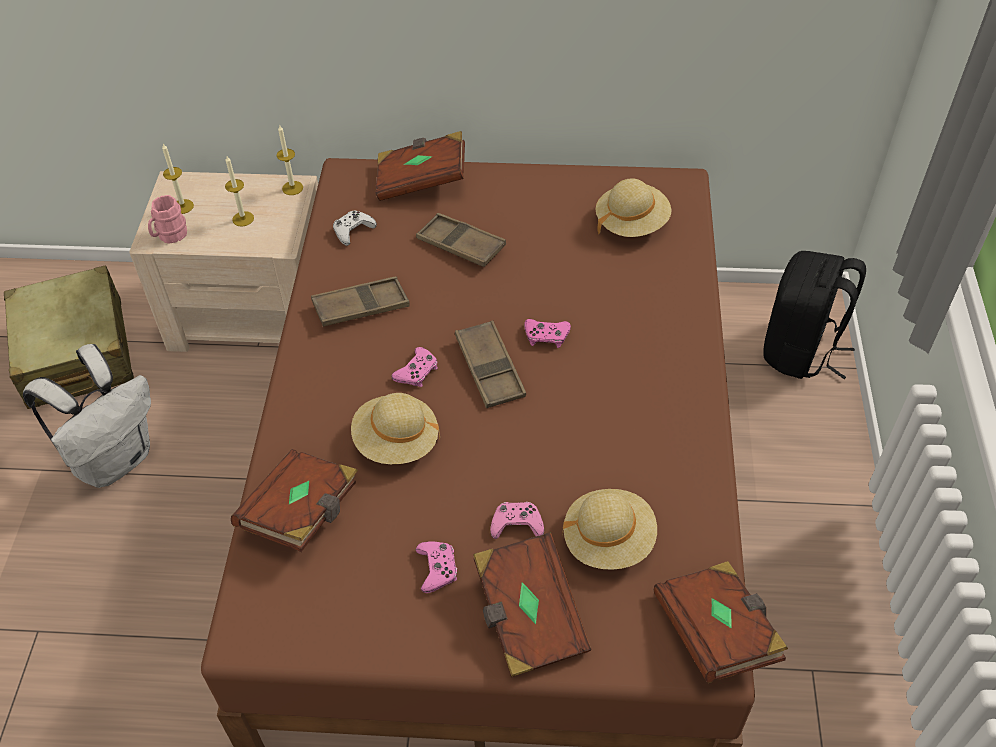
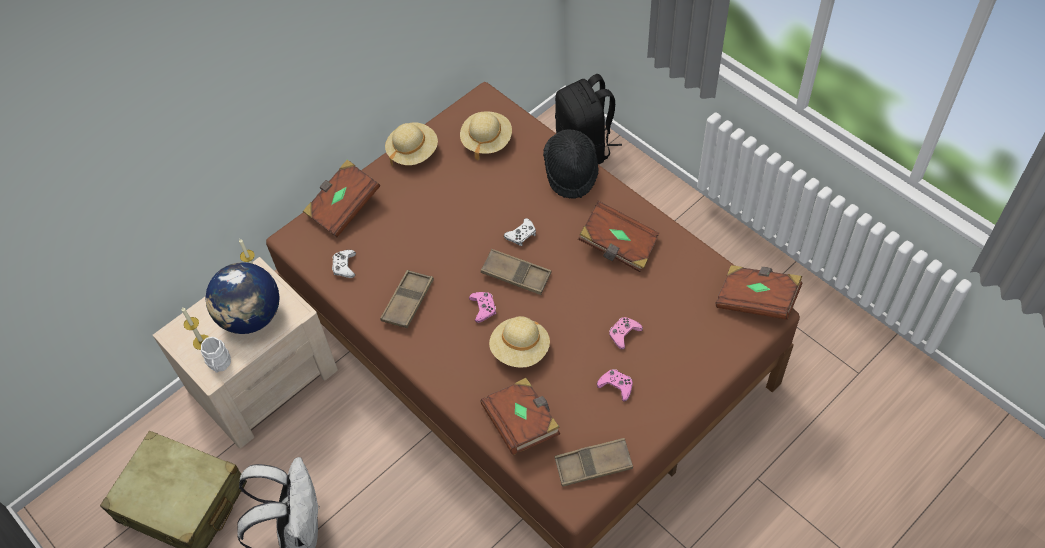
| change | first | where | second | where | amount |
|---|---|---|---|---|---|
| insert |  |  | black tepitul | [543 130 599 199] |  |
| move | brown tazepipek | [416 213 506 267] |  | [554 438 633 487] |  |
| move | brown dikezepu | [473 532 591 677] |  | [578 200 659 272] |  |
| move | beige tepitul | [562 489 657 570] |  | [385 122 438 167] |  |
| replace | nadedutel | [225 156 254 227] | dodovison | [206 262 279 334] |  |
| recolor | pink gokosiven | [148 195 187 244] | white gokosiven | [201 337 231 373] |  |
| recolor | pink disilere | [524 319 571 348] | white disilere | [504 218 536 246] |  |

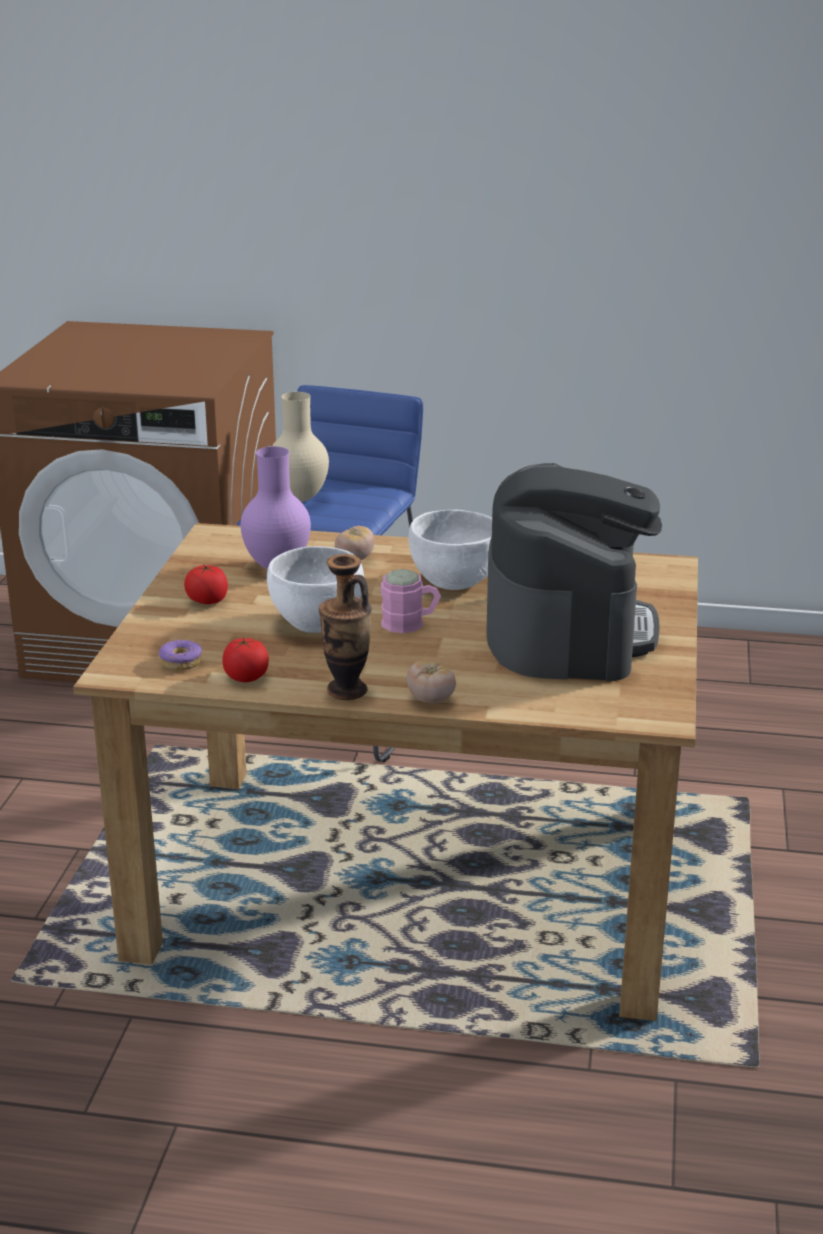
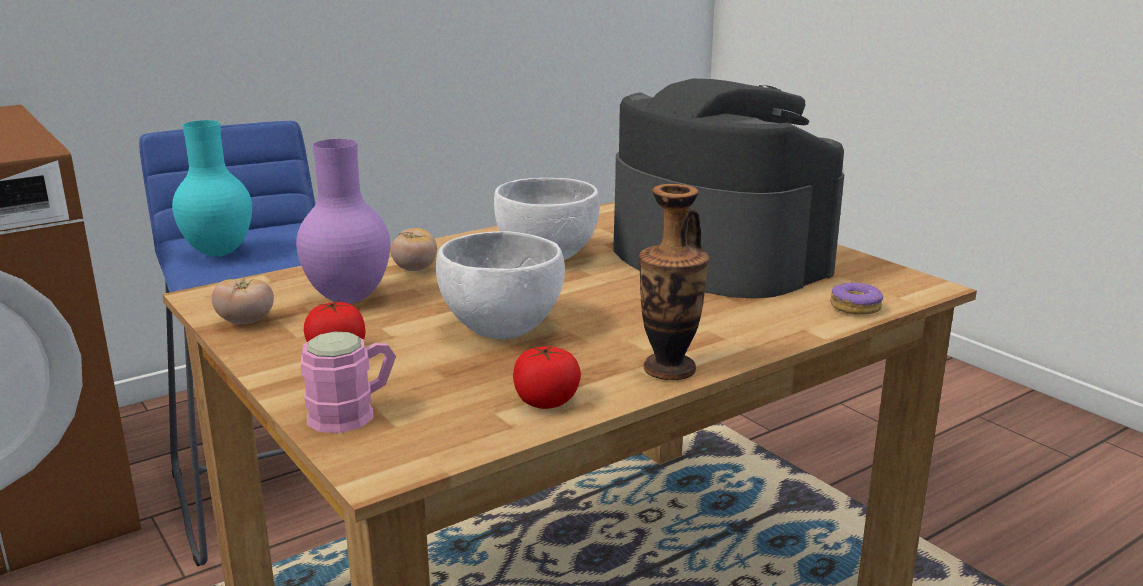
| change | first | where | second | where | amount |
|---|---|---|---|---|---|
| move | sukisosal | [159 640 202 670] |  | [830 281 883 315] |  |
| move | pink gokosiven | [381 569 441 633] |  | [301 332 396 433] |  |
| move | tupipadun | [407 661 456 703] |  | [212 278 274 324] |  |
| recolor | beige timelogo | [272 392 329 502] | turquoise timelogo | [172 120 252 257] |  |

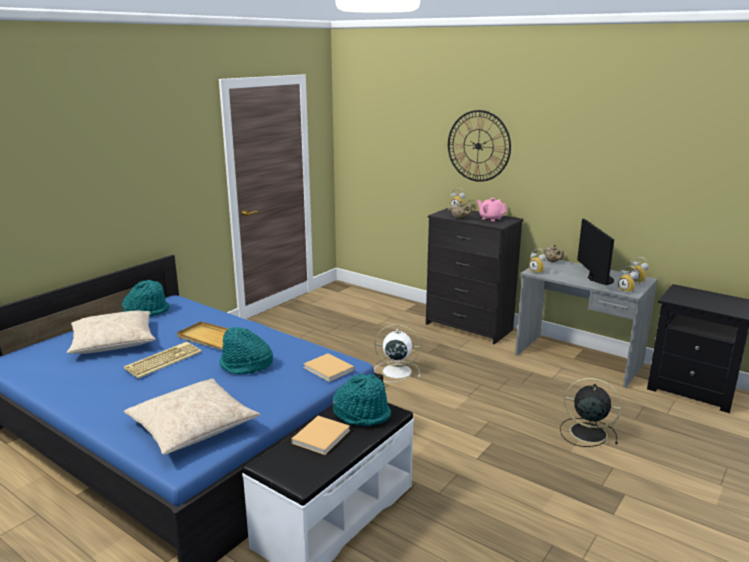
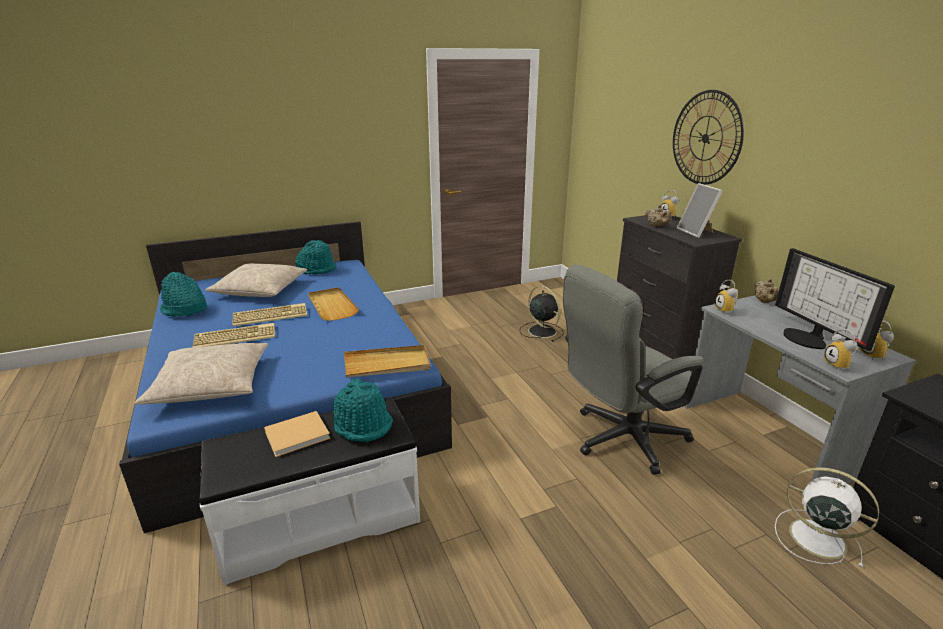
| change | first | where | second | where | amount |
|---|---|---|---|---|---|
| insert |  |  | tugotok | [193 323 275 347] |  |
| insert |  |  | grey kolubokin | [563 265 703 475] |  |
| move | turquoise tepitul | [219 327 273 374] |  | [160 272 207 317] |  |
| move | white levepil | [374 324 420 382] |  | [775 467 879 568] |  |
| move | black levepil | [560 378 622 447] |  | [520 286 564 342] |  |
| replace | beige dikezepu | [303 353 354 382] | beige tazepipek | [344 345 431 377] |  |
| replace | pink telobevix | [477 198 507 221] | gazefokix | [677 183 723 238] |  |
| rotate | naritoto | [577 219 614 285] |  | [775 248 895 351] | 135 degrees clockwise |

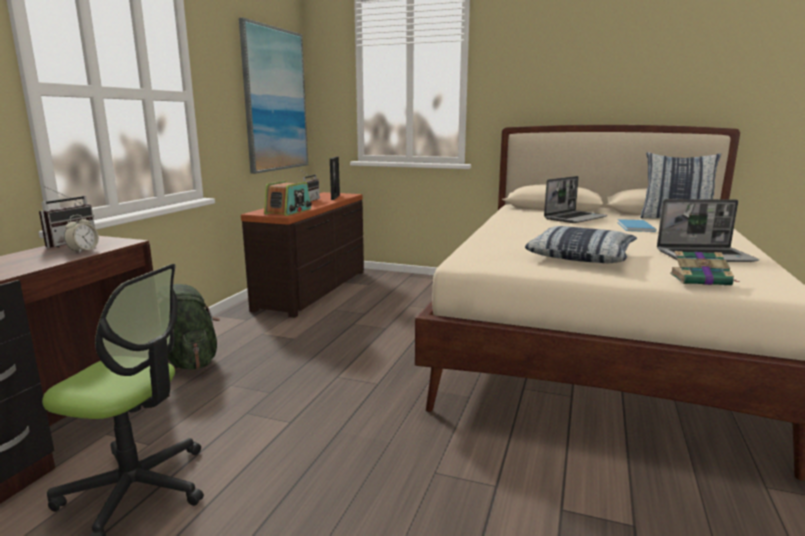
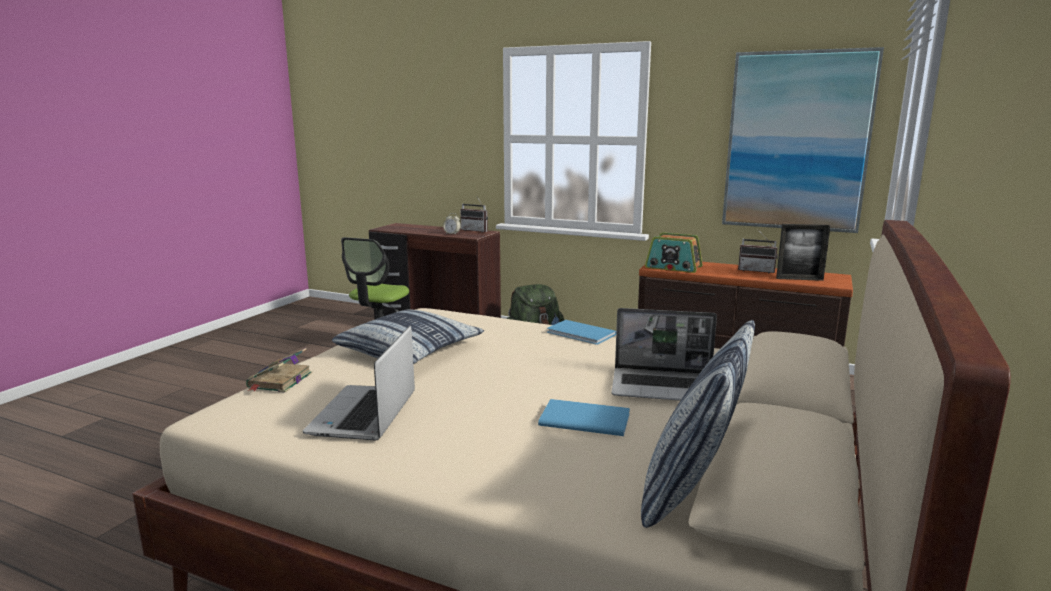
| change | first | where | second | where | amount |
|---|---|---|---|---|---|
| insert |  |  | blue dikezepu | [547 320 616 345] |  |
| rotate | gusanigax | [544 176 607 223] |  | [611 308 717 401] | 45 degrees counterclockwise |

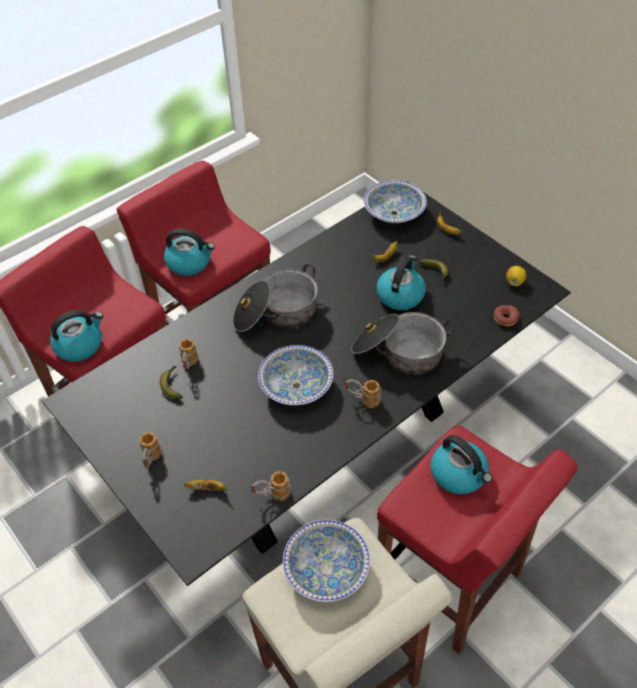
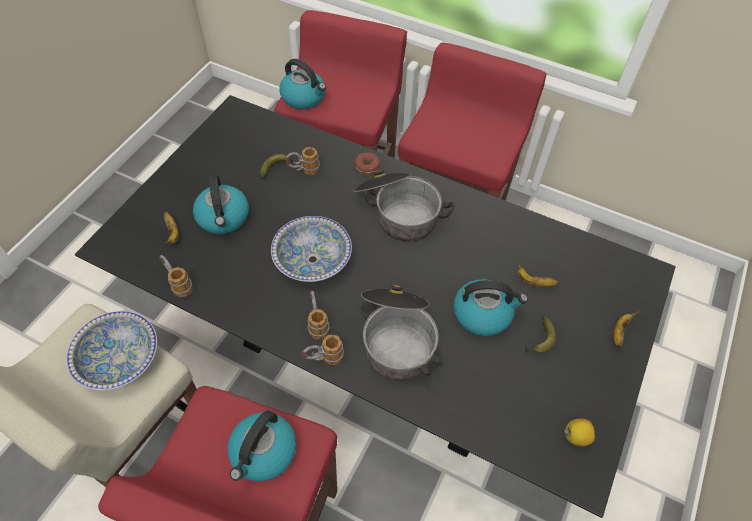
| change | first | where | second | where | amount |
|---|---|---|---|---|---|
| delete | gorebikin | [364 180 427 224] |  |  |  |
| move | gokosiven | [139 432 162 469] |  | [302 335 344 365] |  |
| move | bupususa | [164 229 215 276] |  | [193 174 249 234] |  |
| move | sukisosal | [494 305 519 326] |  | [354 152 380 174] |  |

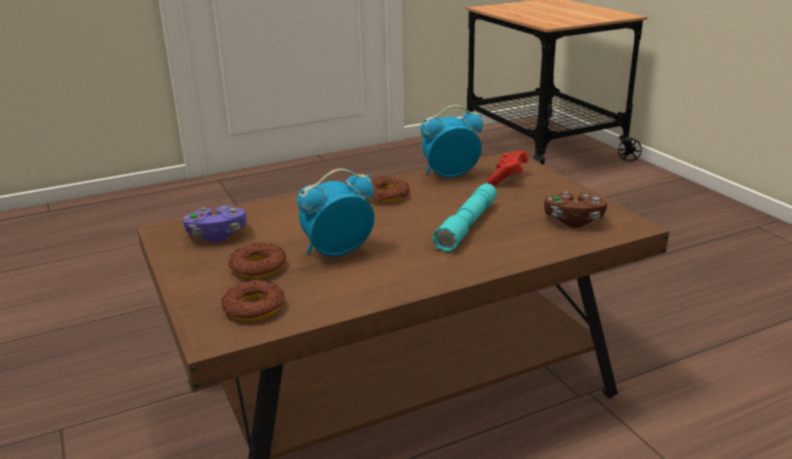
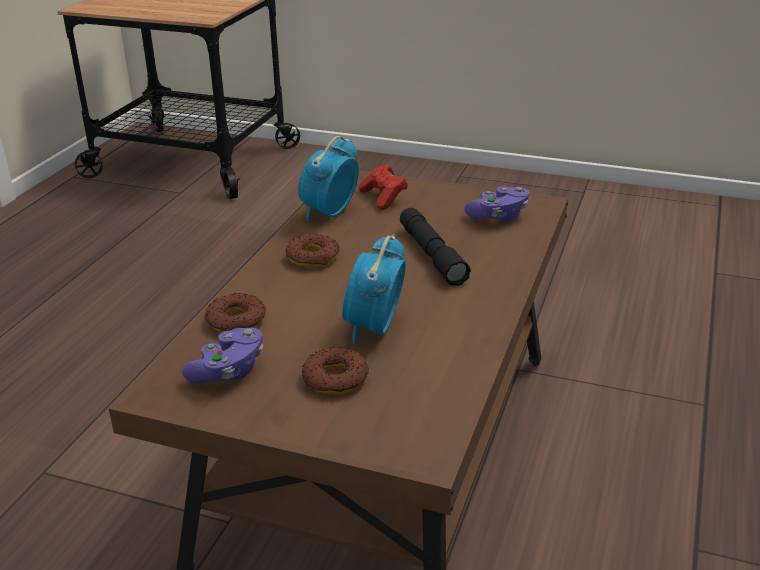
| change | first | where | second | where | amount |
|---|---|---|---|---|---|
| move | sukisosal | [221 280 285 321] |  | [205 293 266 332] |  |
| recolor | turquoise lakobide | [432 183 497 252] | black lakobide | [400 208 471 286] |  |
| recolor | brown disilere | [544 192 607 228] | purple disilere | [465 186 530 223] |  |

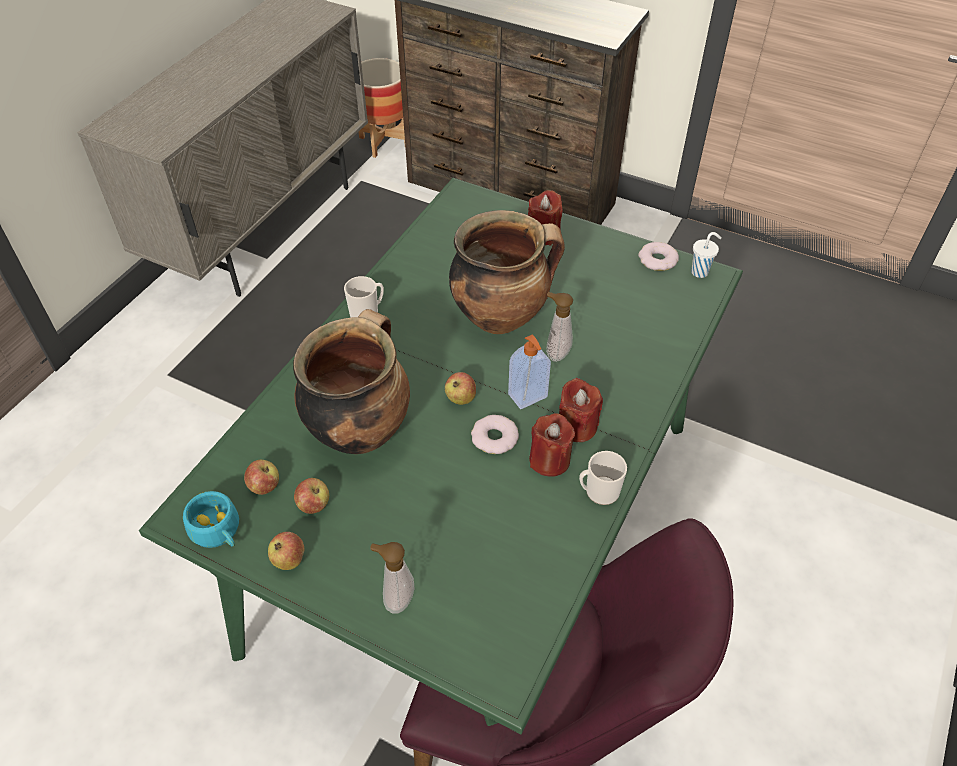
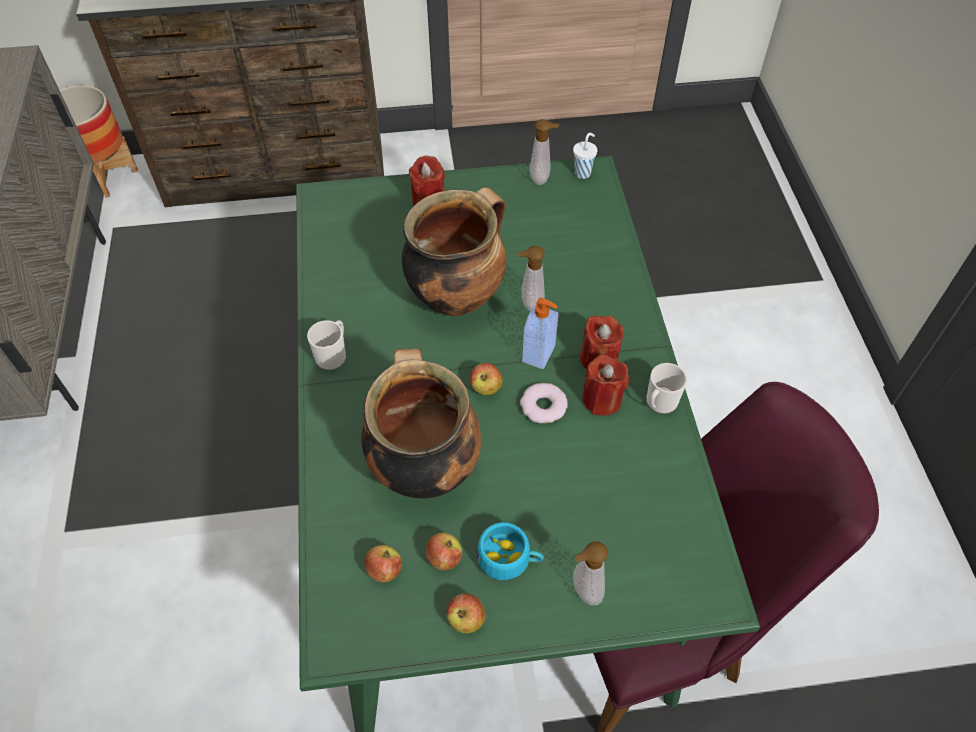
| change | first | where | second | where | amount |
|---|---|---|---|---|---|
| move | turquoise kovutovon | [183 491 239 548] |  | [477 522 544 580] |  |
| replace | sukisosal | [638 242 679 271] | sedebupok | [530 119 559 185] |  |

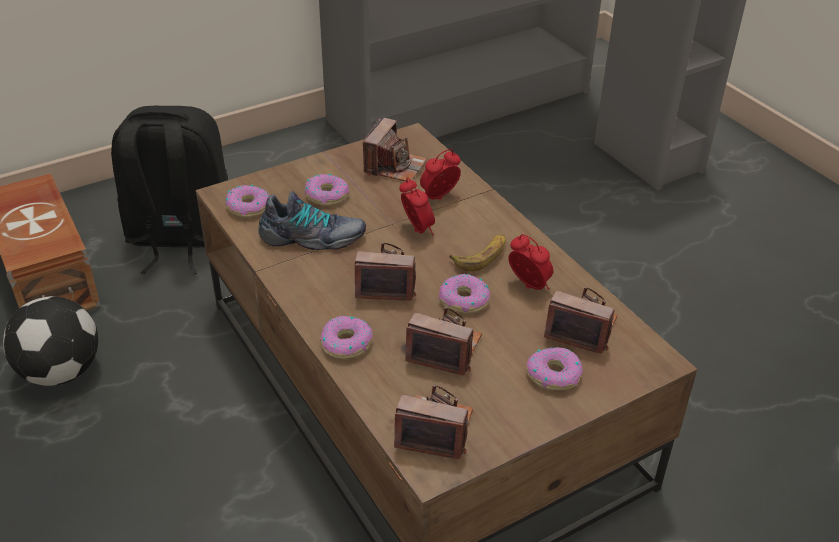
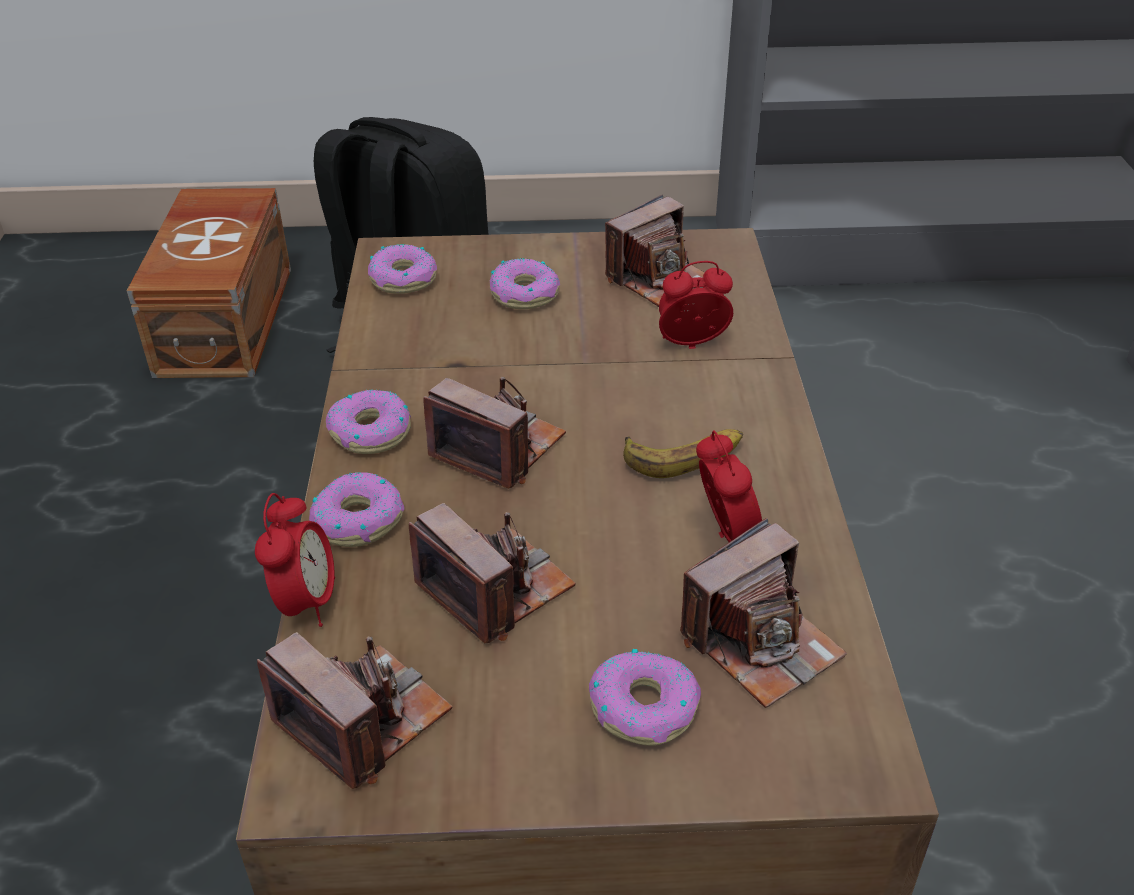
| change | first | where | second | where | amount |
|---|---|---|---|---|---|
| delete | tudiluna | [3 296 98 386] |  |  |  |
| delete | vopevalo | [259 191 366 250] |  |  |  |
| move | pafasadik | [399 177 435 235] |  | [255 493 335 627] |  |
| move | sukisosal | [439 274 491 314] |  | [326 390 411 454] |  |
| rotate | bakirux | [544 287 617 354] |  | [680 518 847 708] | 90 degrees clockwise |

